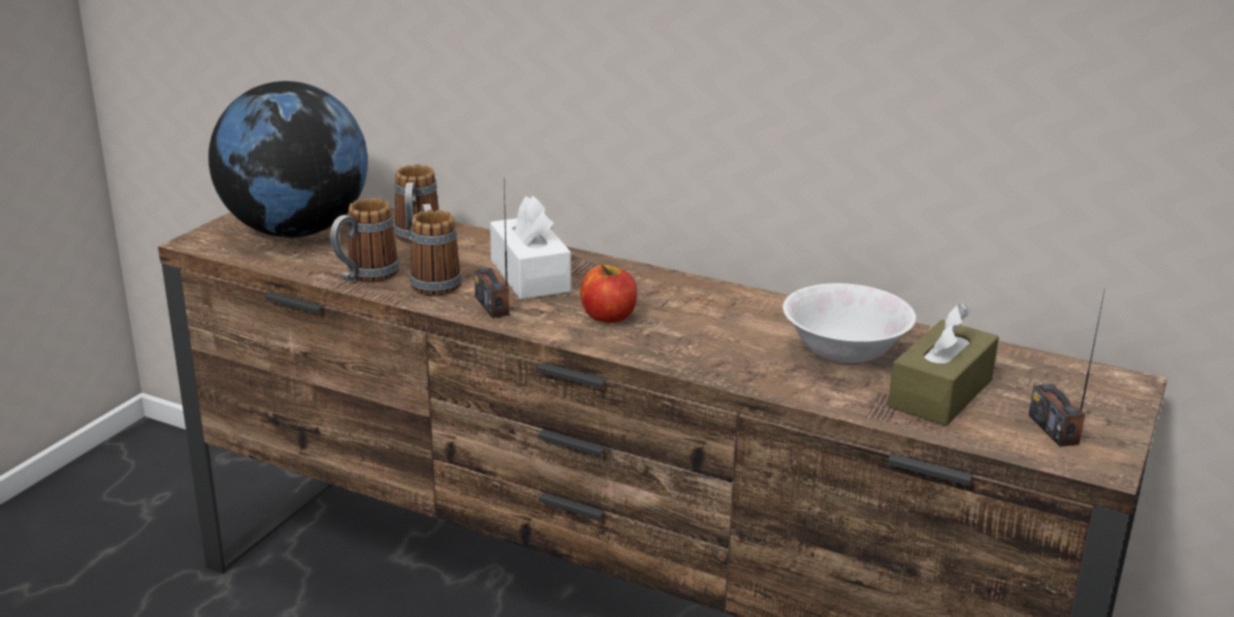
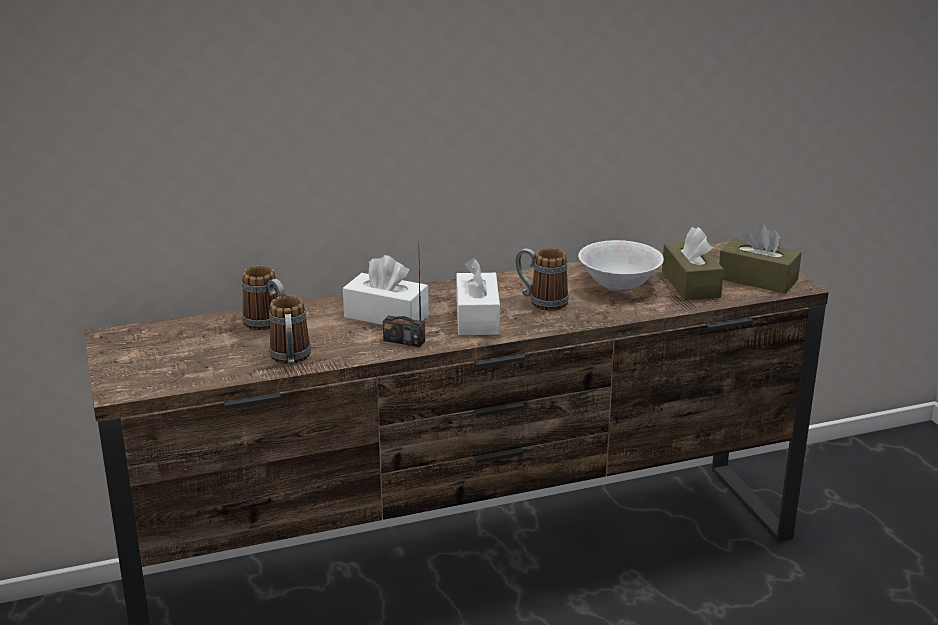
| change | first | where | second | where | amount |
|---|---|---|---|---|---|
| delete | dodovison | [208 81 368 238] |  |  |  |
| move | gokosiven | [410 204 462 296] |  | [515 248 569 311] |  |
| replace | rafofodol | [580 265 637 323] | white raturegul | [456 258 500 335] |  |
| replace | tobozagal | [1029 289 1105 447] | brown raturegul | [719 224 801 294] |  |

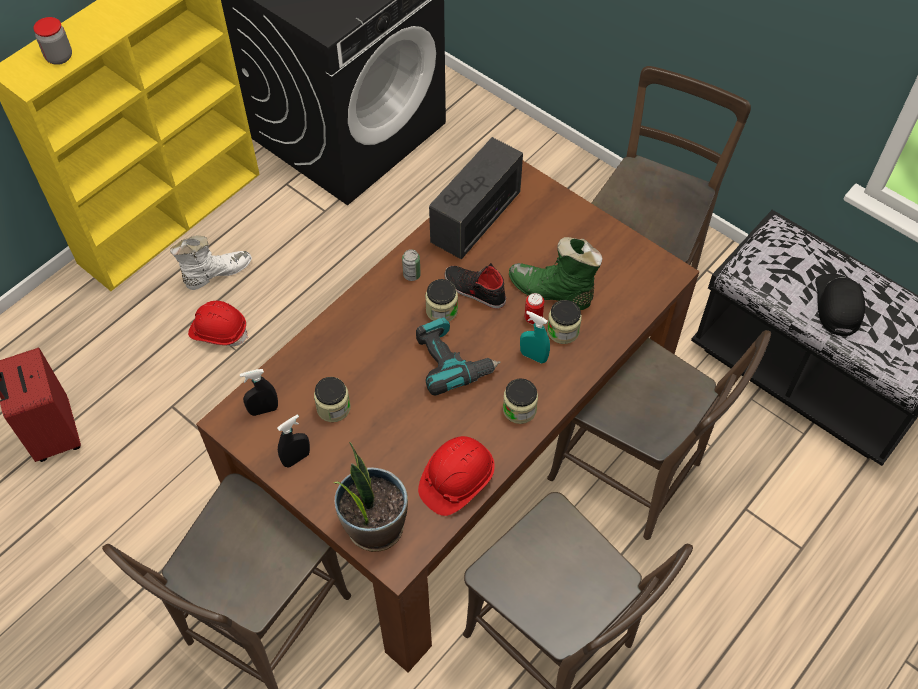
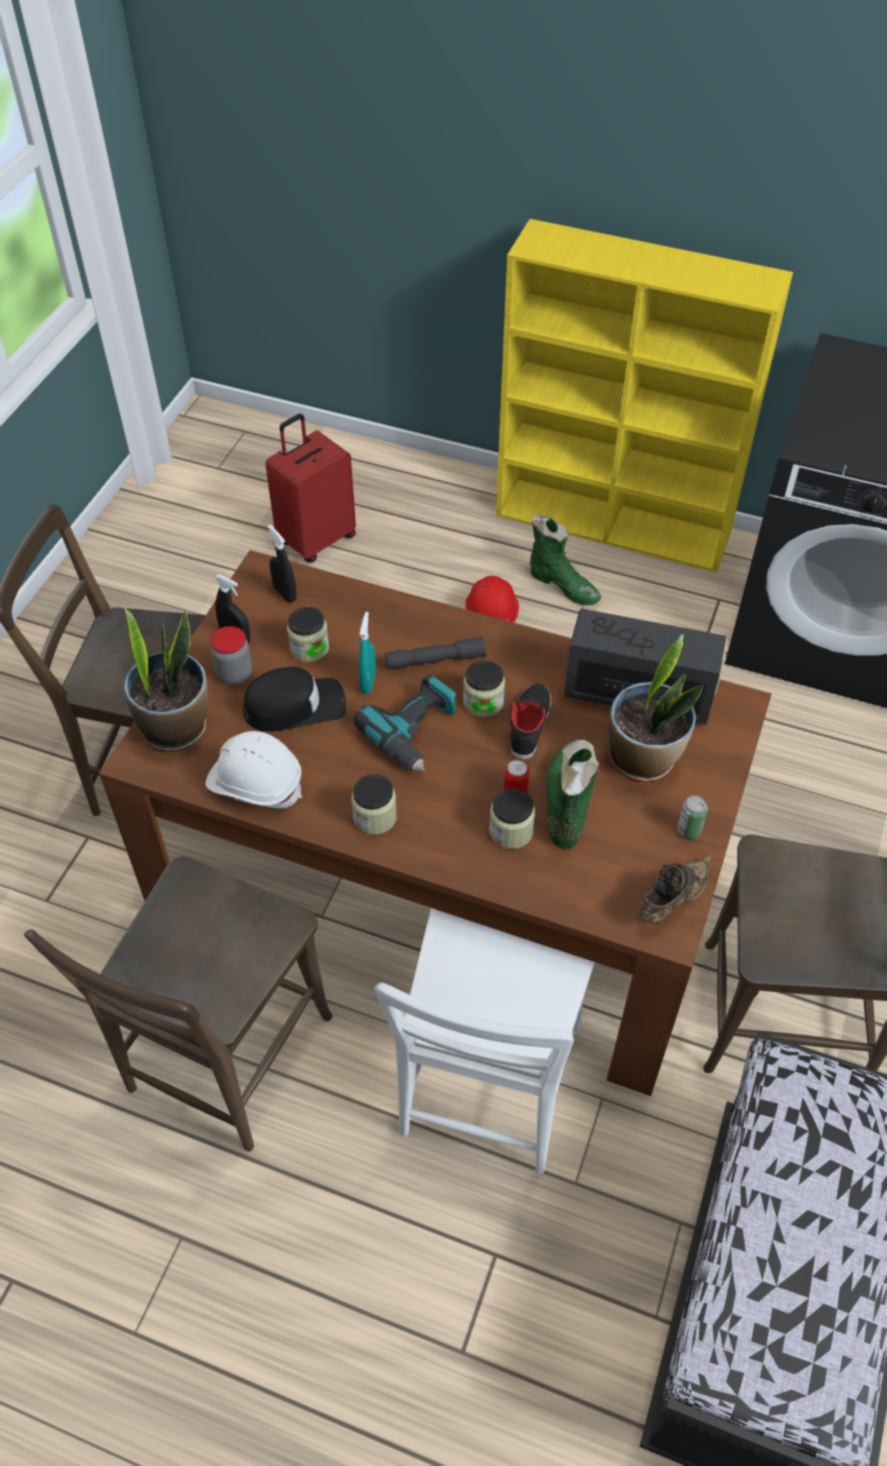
| change | first | where | second | where | amount |
|---|---|---|---|---|---|
| insert |  |  | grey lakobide | [385 637 487 669] |  |
| insert |  |  | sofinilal | [609 634 703 781] |  |
| insert |  |  | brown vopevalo | [640 855 711 924] |  |
| move | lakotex | [33 17 72 65] |  | [210 626 252 685] |  |
| move | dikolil | [402 249 421 281] |  | [677 795 708 839] |  |
| move | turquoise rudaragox | [520 311 550 363] |  | [359 612 376 694] |  |
| move | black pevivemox | [815 274 865 336] |  | [243 667 346 731] |  |
| recolor | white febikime | [170 235 252 290] | green febikime | [530 515 601 605] |  |
| recolor | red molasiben | [418 436 495 516] | white molasiben | [206 731 302 809] |  |
| recolor | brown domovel | [547 330 771 540] | white domovel | [374 908 595 1174] |  |

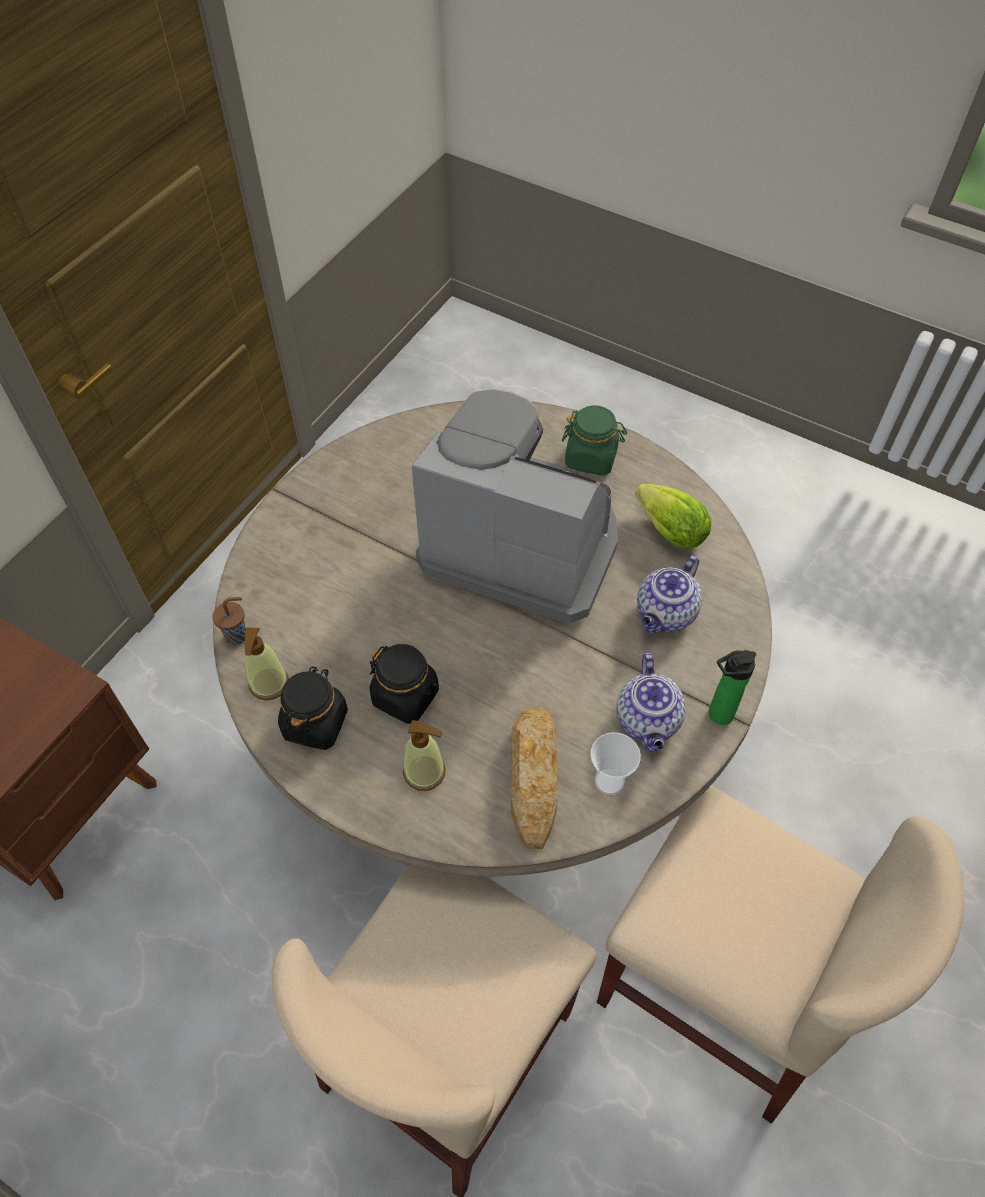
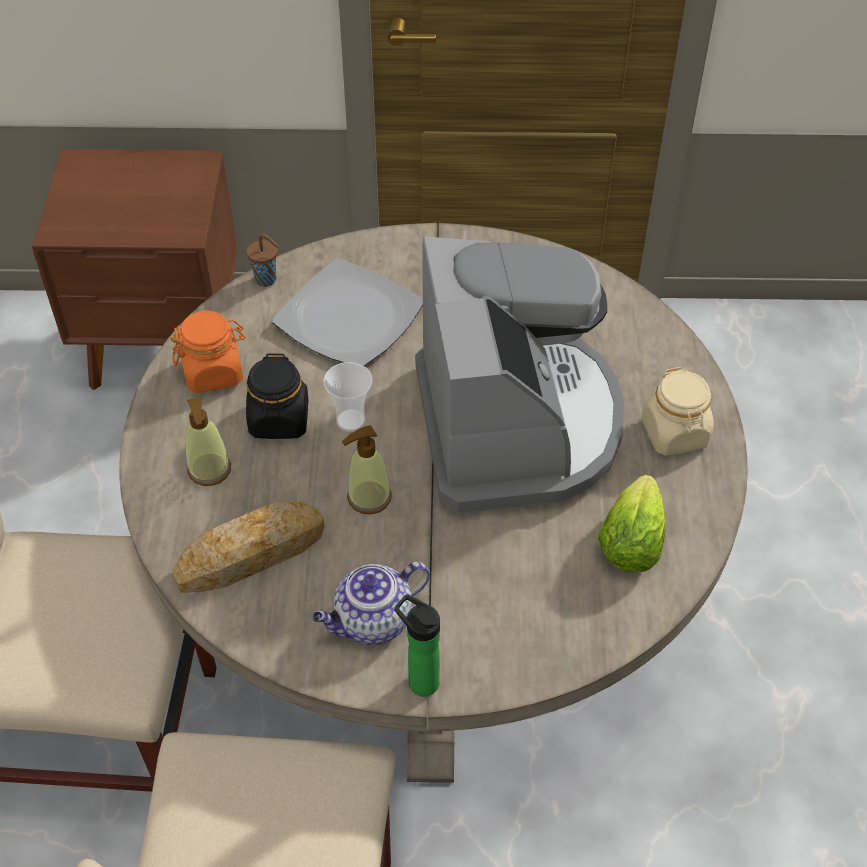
| change | first | where | second | where | amount |
|---|---|---|---|---|---|
| delete | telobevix | [637 556 702 633] |  |  |  |
| insert |  |  | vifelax | [272 258 423 366] |  |
| move | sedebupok | [244 627 289 700] |  | [342 425 392 515] |  |
| move | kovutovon | [590 732 641 795] |  | [323 362 373 432] |  |
| recolor | black lakotex | [278 667 348 750] | orange lakotex | [171 310 246 393] |  |
| recolor | green lakotex | [562 405 627 476] | beige lakotex | [641 367 714 456] |  |

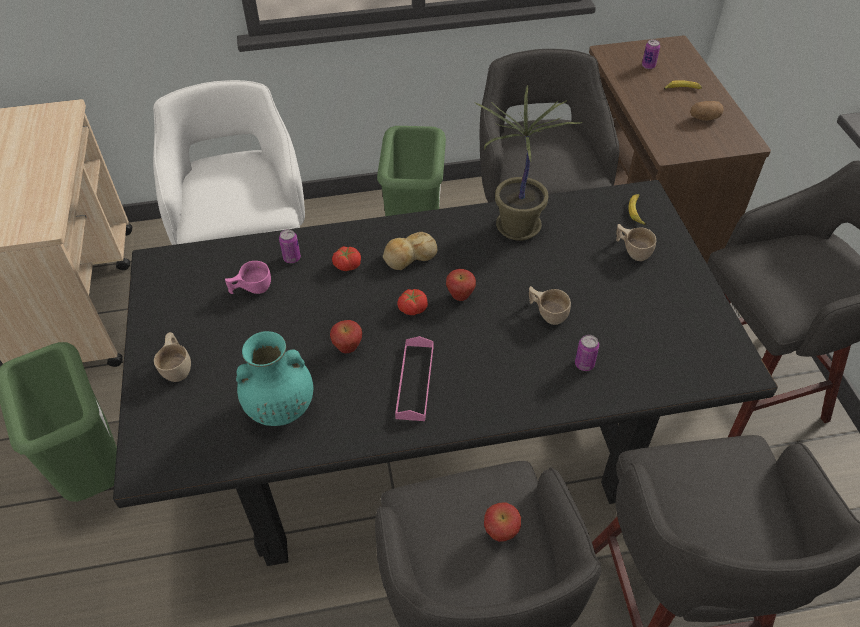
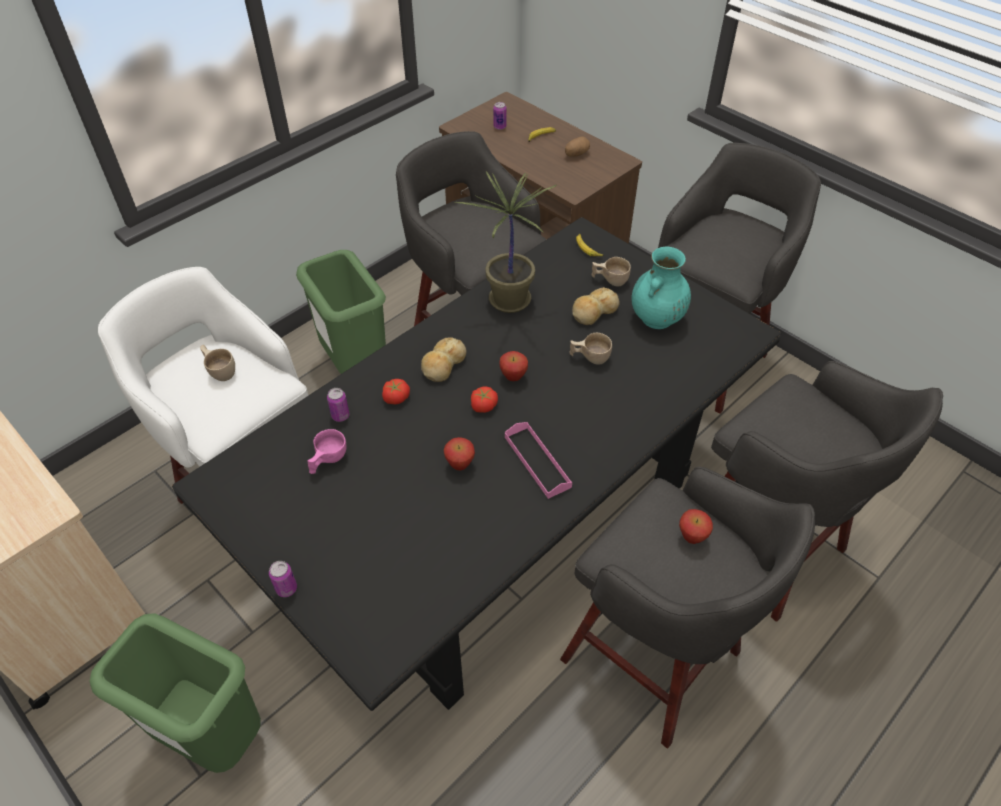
| change | first | where | second | where | amount |
|---|---|---|---|---|---|
| insert |  |  | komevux | [572 287 619 325] |  |
| move | beige kovutovon | [154 332 191 382] |  | [200 345 235 381] |  |
| move | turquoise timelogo | [236 331 313 426] |  | [631 247 691 329] |  |
| move | dikolil | [575 335 599 371] |  | [269 561 297 597] |  |

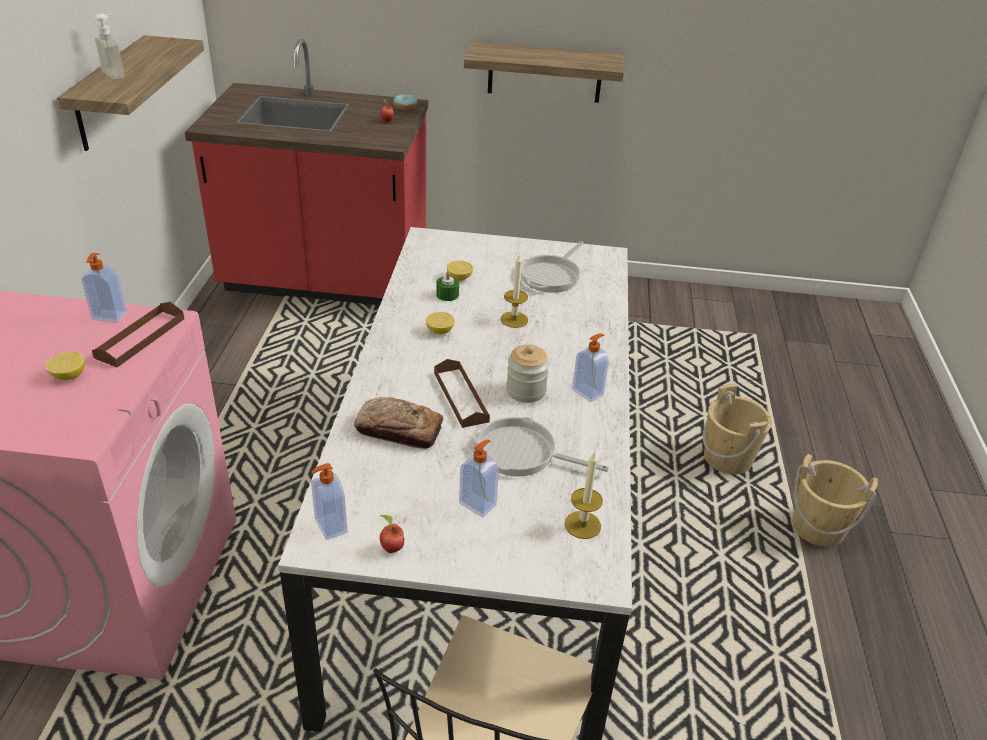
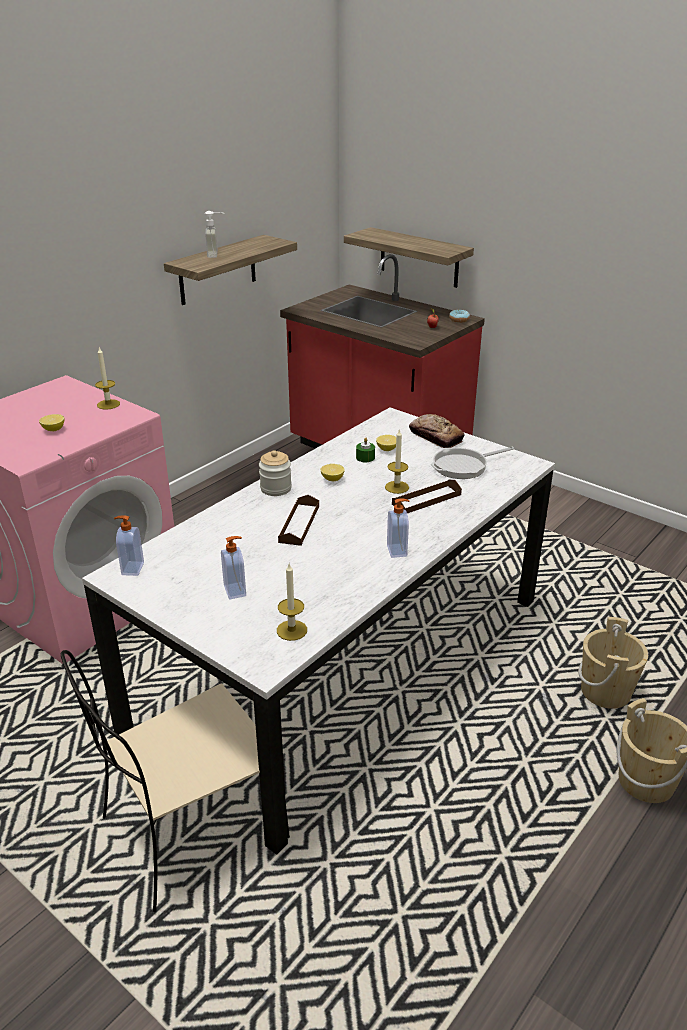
| change | first | where | second | where | amount |
|---|---|---|---|---|---|
| delete | rafofodol | [380 515 404 553] |  |  |  |
| delete | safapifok | [471 417 609 476] |  |  |  |
| move | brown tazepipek | [92 302 184 367] |  | [392 480 462 513] |  |
| move | komevux | [354 397 443 449] |  | [409 414 465 448] |  |
| move | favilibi | [464 42 624 103] |  | [344 227 474 288] |  |
| move | lakotex | [506 345 549 403] |  | [259 450 292 496] |  |
| replace | sedebupok | [82 253 127 323] | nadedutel | [95 348 120 410] |  |

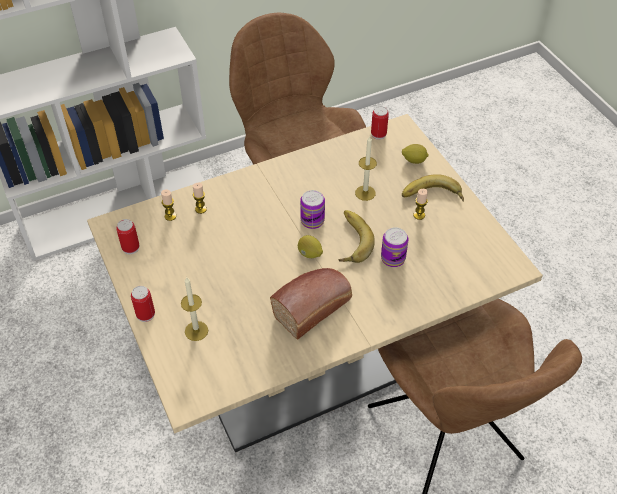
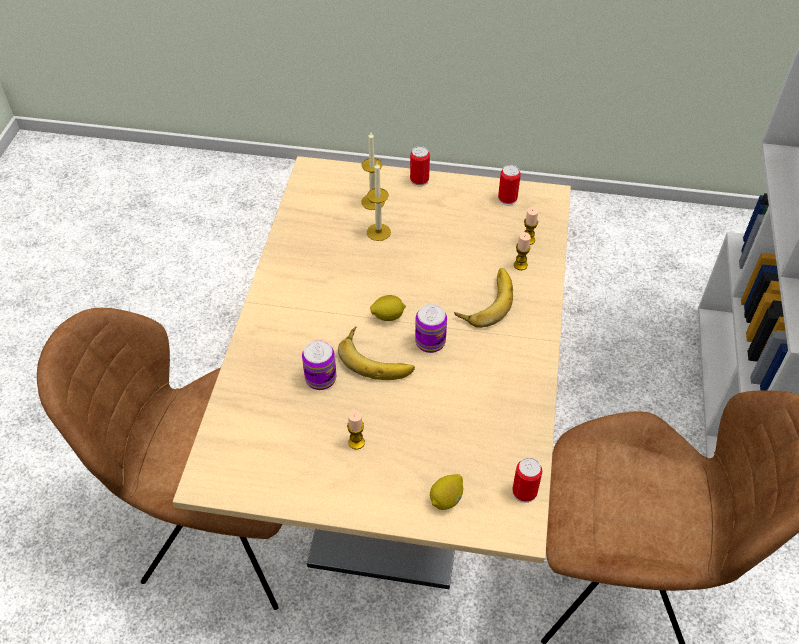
| change | first | where | second | where | amount |
|---|---|---|---|---|---|
| delete | komevux | [270 268 352 340] |  |  |  |
| move | nadedutel | [355 136 377 201] |  | [367 162 391 241] |  |
| move | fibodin | [402 174 464 201] |  | [454 268 513 328] |  |

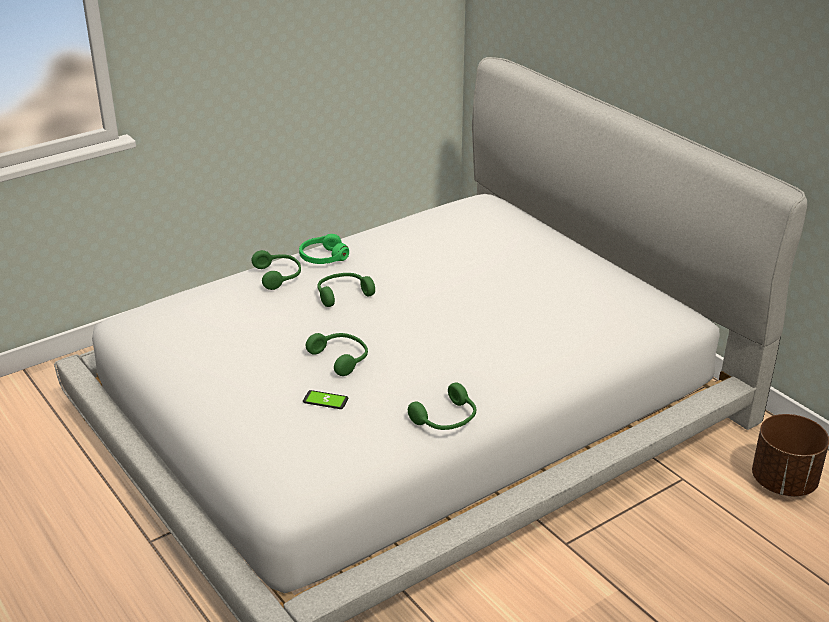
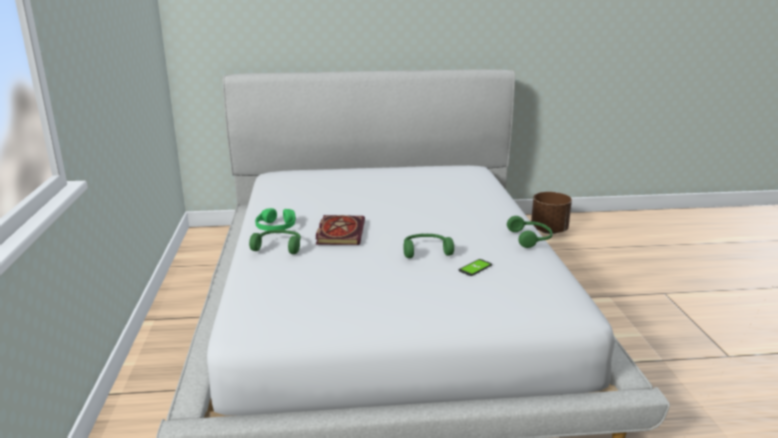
| change | first | where | second | where | amount |
|---|---|---|---|---|---|
| replace | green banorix | [317 273 375 307] | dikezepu | [315 215 365 245] |  |

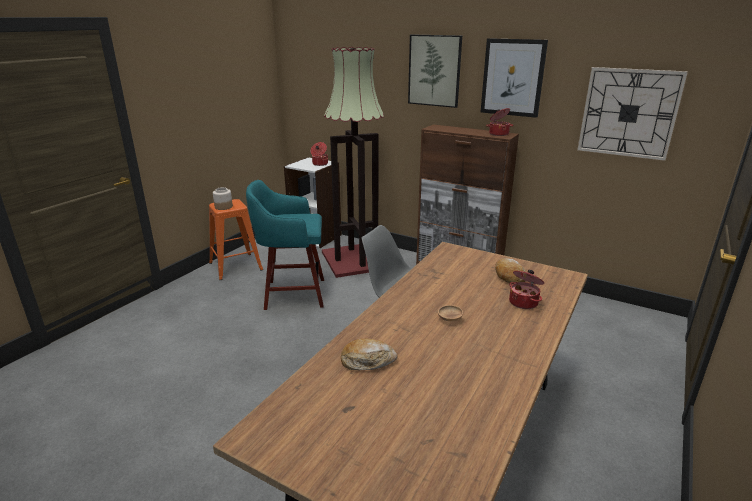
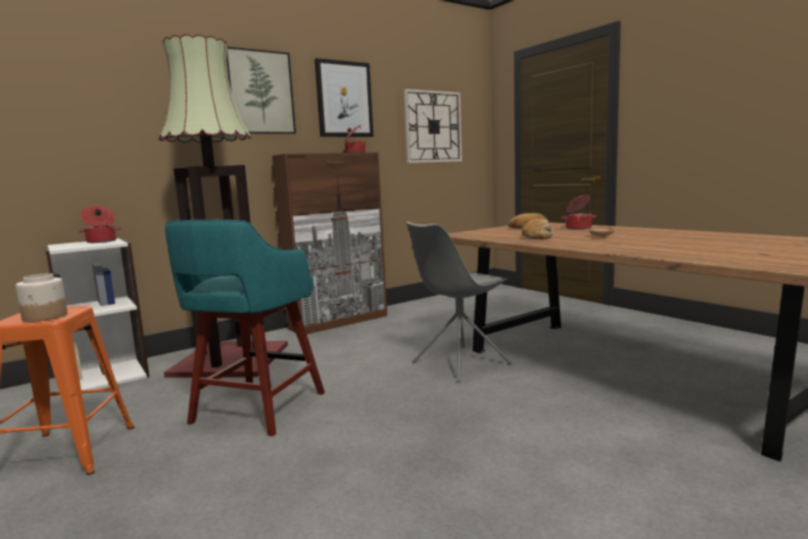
| change | first | where | second | where | amount |
|---|---|---|---|---|---|
| move | komevux | [341 339 398 370] |  | [522 219 554 239] |  |

